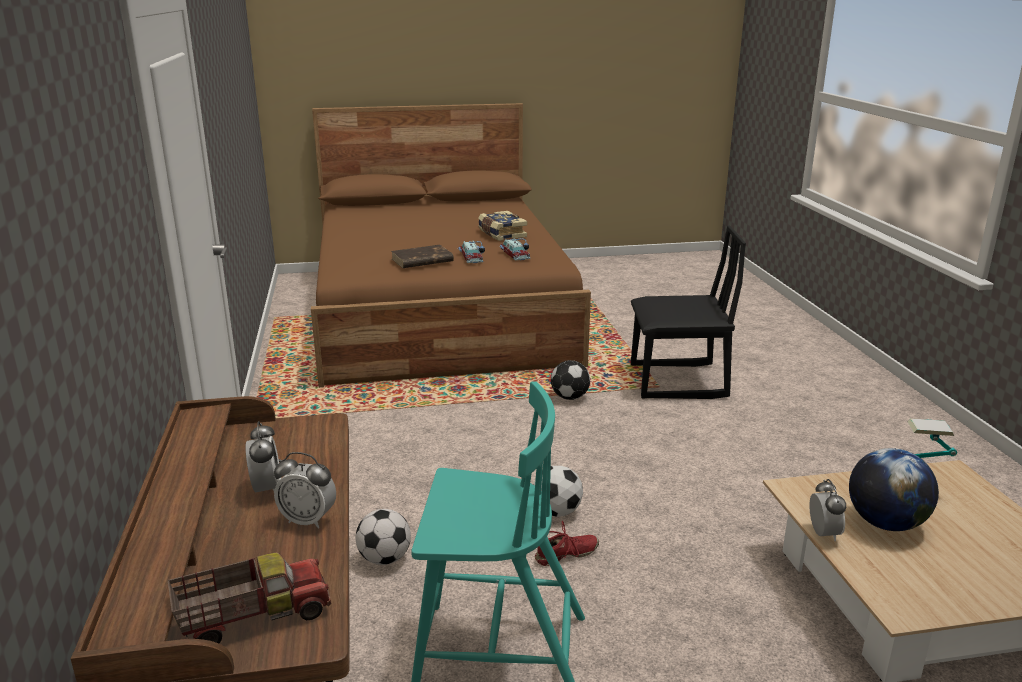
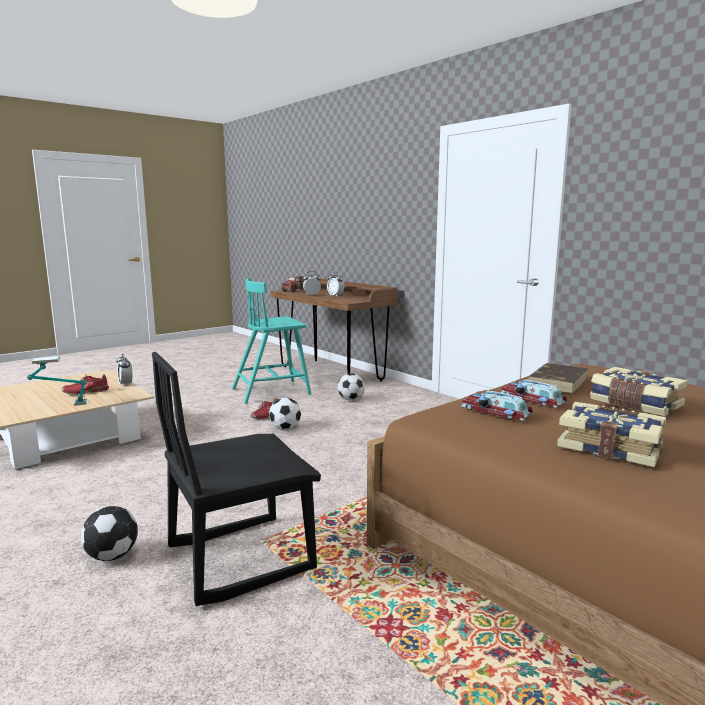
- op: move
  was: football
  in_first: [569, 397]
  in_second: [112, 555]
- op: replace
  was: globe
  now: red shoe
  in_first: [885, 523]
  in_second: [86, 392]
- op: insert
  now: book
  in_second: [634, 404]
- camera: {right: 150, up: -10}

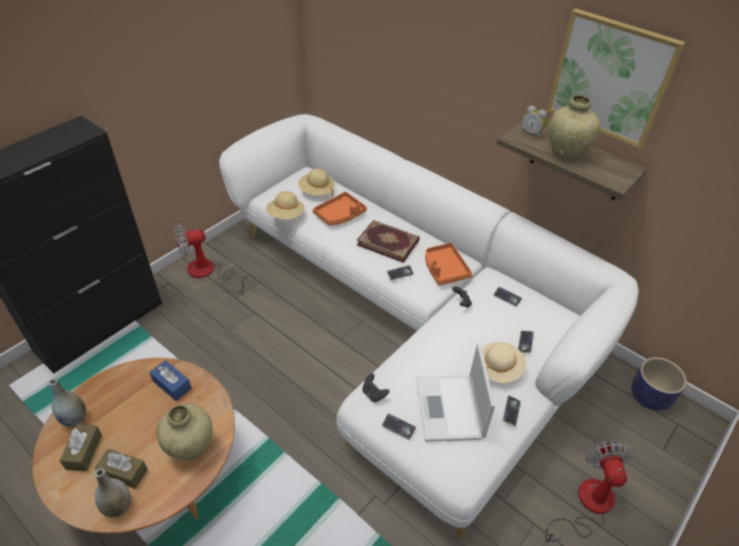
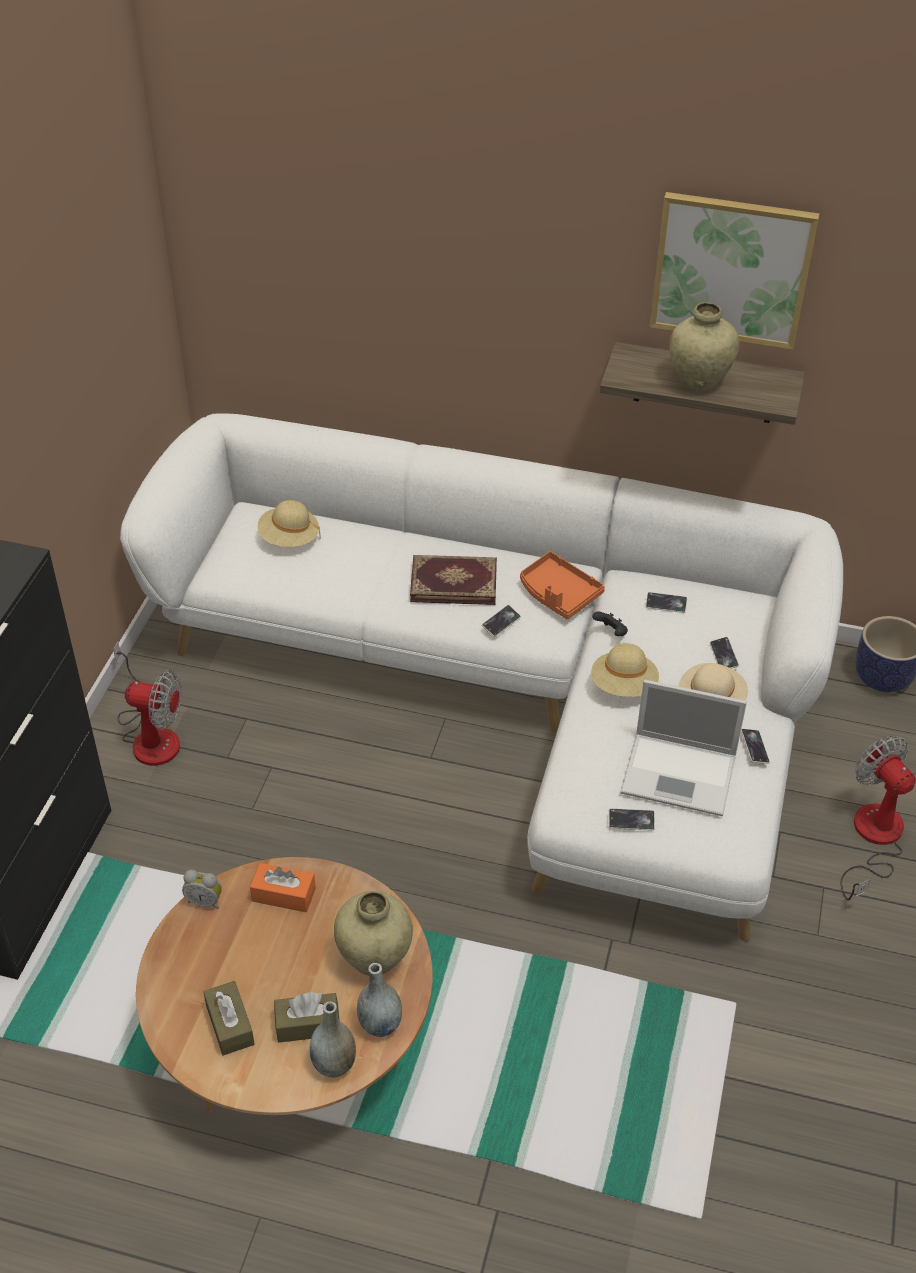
- op: move
  was: alarm clock
  in_first: [531, 133]
  in_second: [205, 901]
- op: move
  was: beige hat
  in_first: [286, 215]
  in_second: [623, 686]
- op: delete
  was: orange tray
  in_first: [340, 215]
- op: rotate
  was: fan
  in_first: [208, 272]
  in_second: [151, 735]
  clockwise: -120
- op: rotate
  was: laptop
  in_first: [450, 409]
  in_second: [681, 774]
  clockwise: -45
- op: recolor
  was: blue tissue box
  now: orange tissue box
  in_first: [172, 385]
  in_second: [283, 895]
- op: delete
  was: black game controller
  in_first: [374, 394]
- op: move
  was: grey vase
  in_first: [75, 419]
  in_second: [380, 1025]
- camera: {right: -25, up: 0}

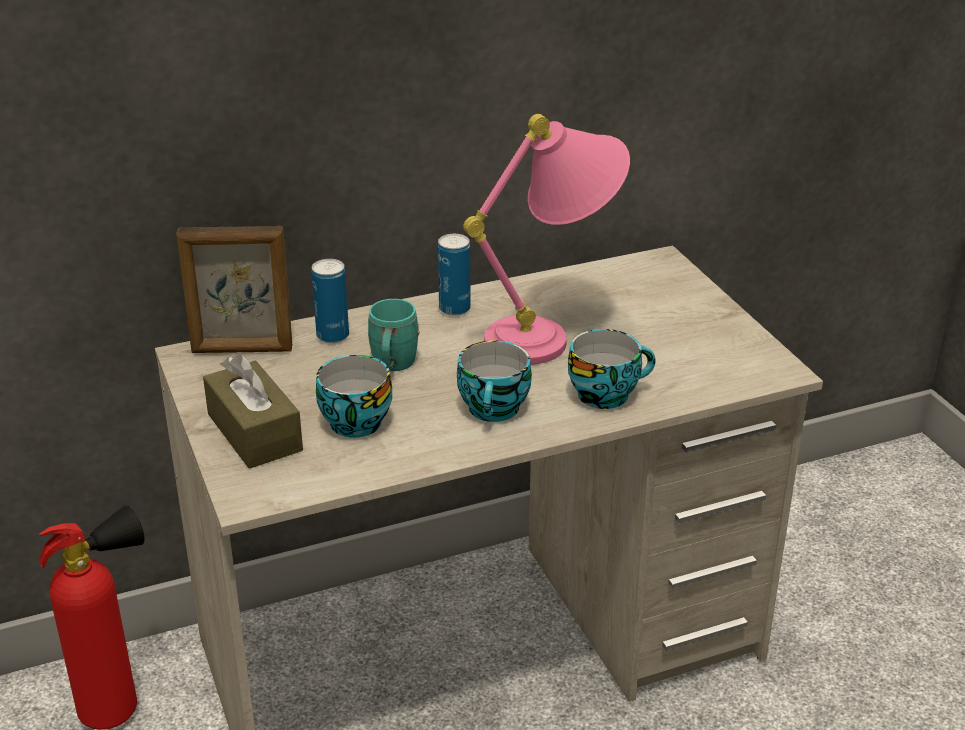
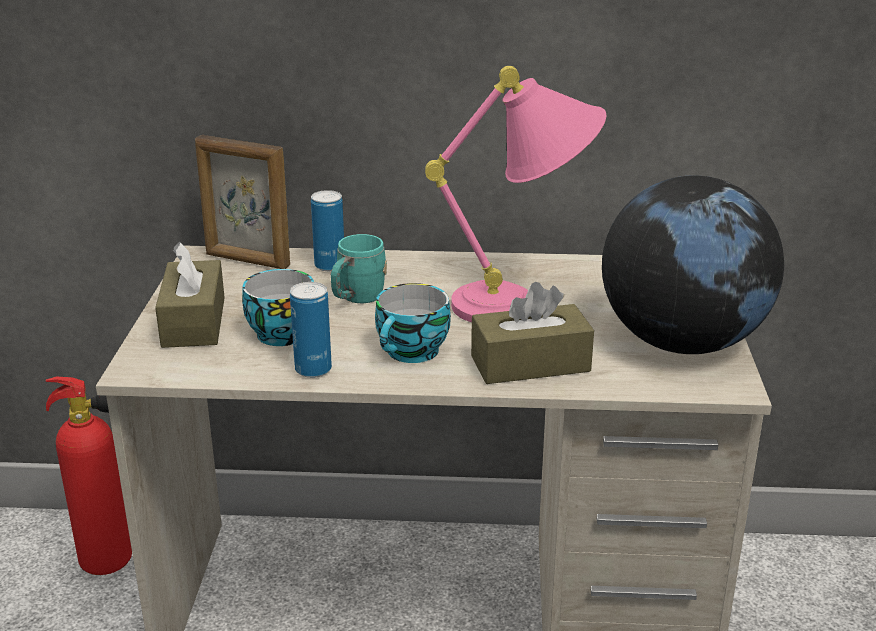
- op: move
  was: can
  in_first: [454, 309]
  in_second: [313, 370]
- op: replace
  was: cup
  now: brown tissue box
  in_first: [606, 393]
  in_second: [530, 364]
- op: insert
  now: globe
  in_second: [682, 343]
- camera: {right: 25, up: -5}

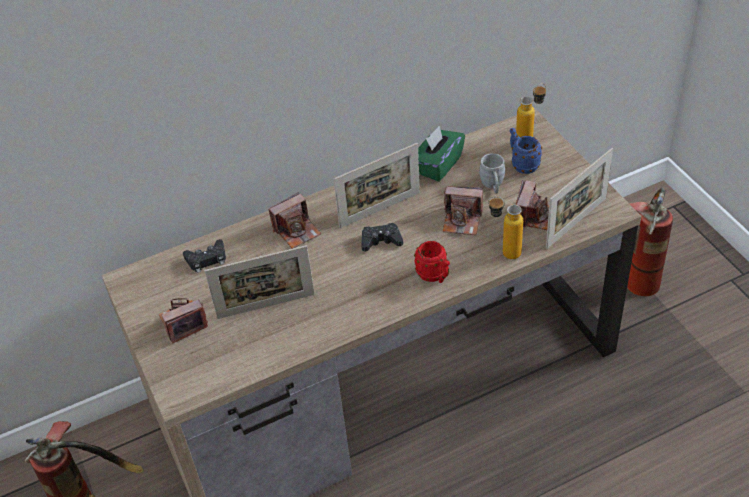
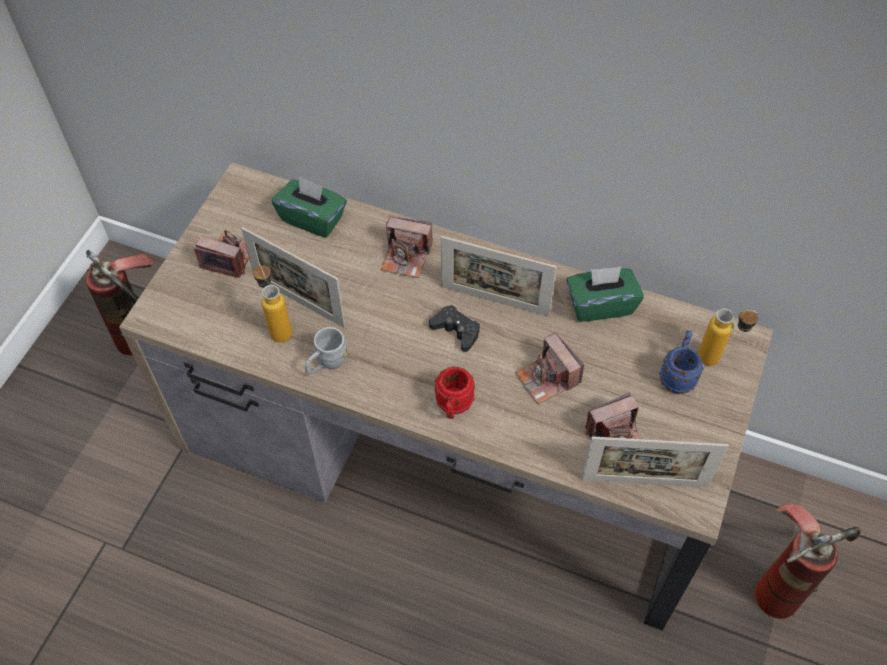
- op: move
  was: grey mug
  in_first: [493, 186]
  in_second: [326, 364]
- op: move
  was: bottle
  in_first: [504, 252]
  in_second: [277, 327]
- op: replace
  was: black game controller
  now: green tissue box
  in_first: [207, 259]
  in_second: [312, 219]
- camera: {right: 45, up: 10}

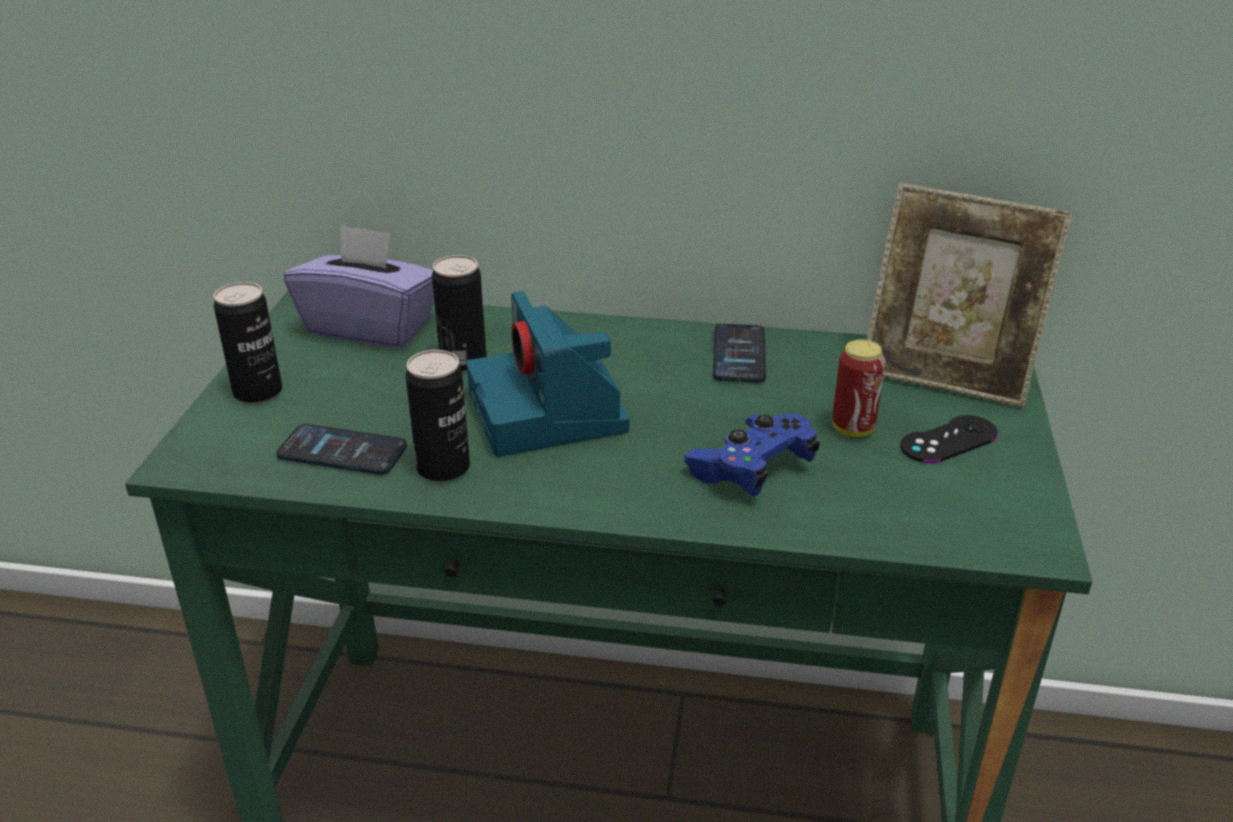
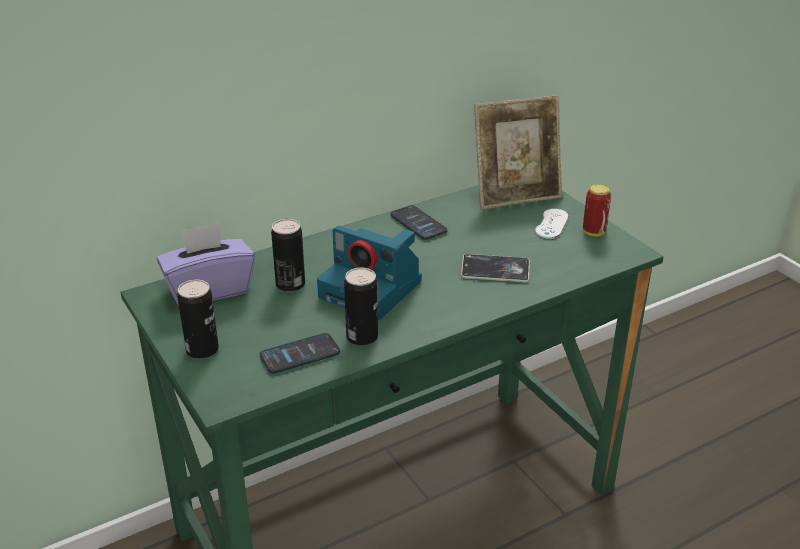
- op: move
  was: can
  in_first: [852, 428]
  in_second: [593, 232]
- op: replace
  was: blue game controller
  now: phone
  in_first: [752, 469]
  in_second: [495, 272]
- op: recolor
  was: black game controller
  now: white game controller
  in_first: [948, 440]
  in_second: [551, 224]
- camera: {right: -40, up: 0}

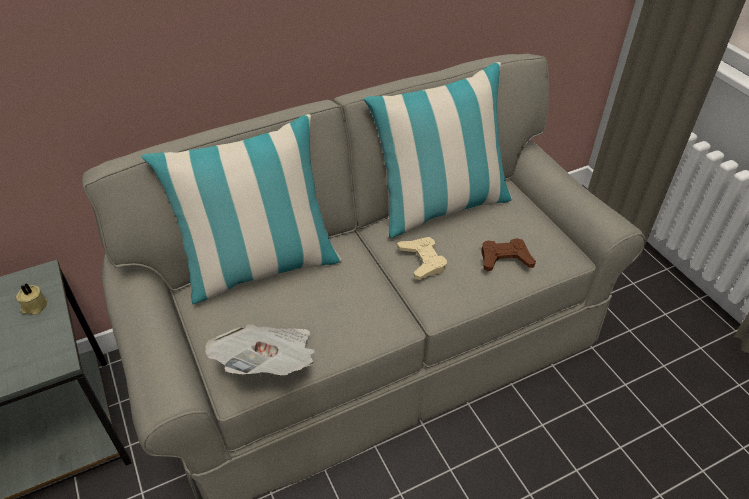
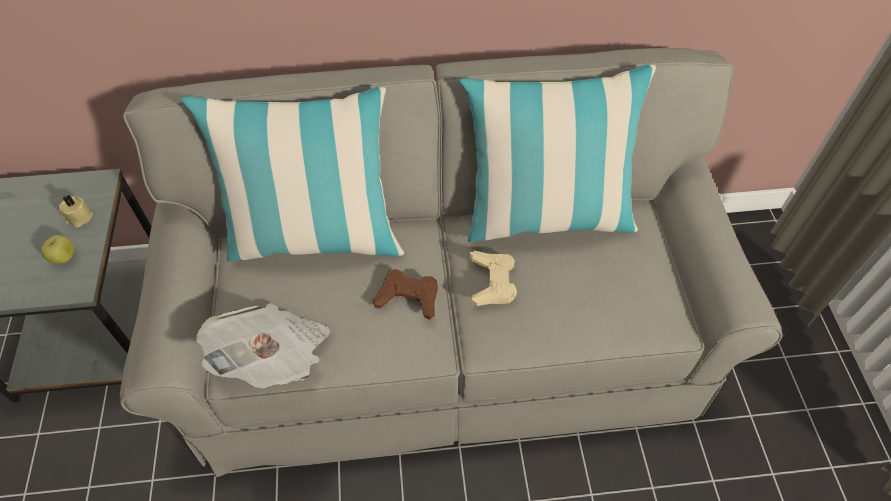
- op: move
  was: brown game controller
  in_first: [505, 259]
  in_second: [408, 297]
- op: insert
  now: apple
  in_second: [64, 257]
- camera: {right: 20, up: 10}

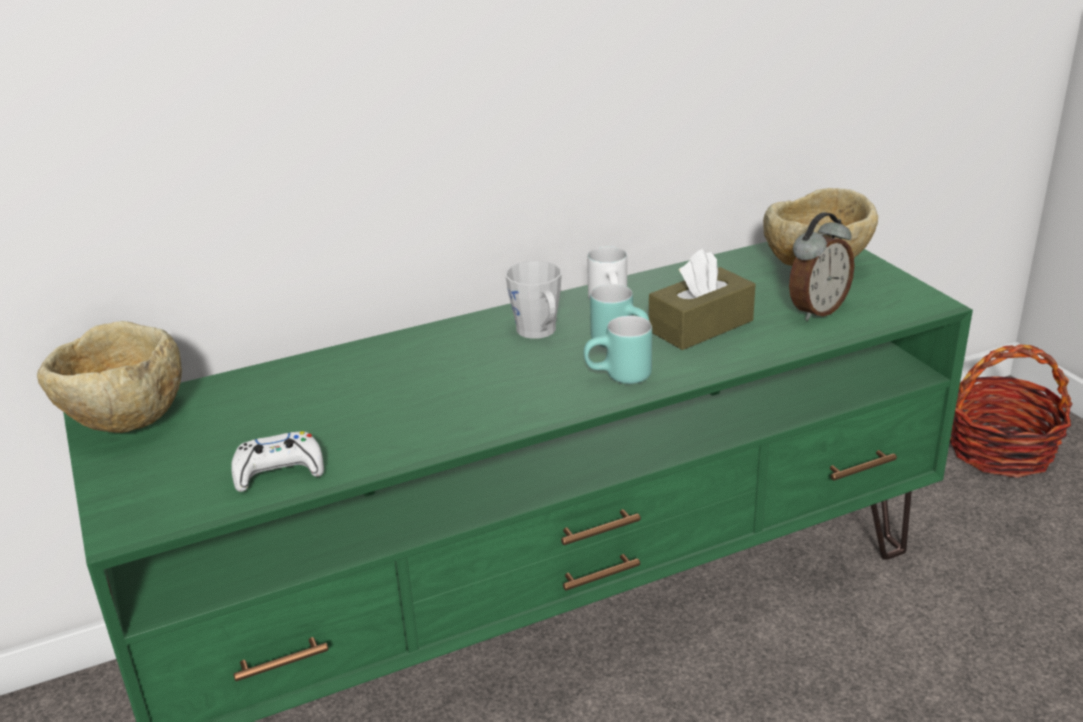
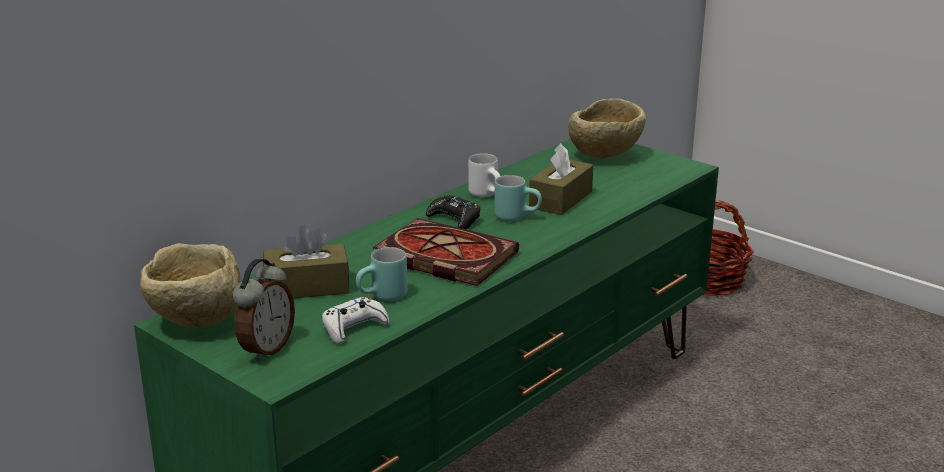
- op: move
  was: alarm clock
  in_first: [816, 310]
  in_second: [266, 349]
- op: replace
  was: grey mug
  now: black game controller
  in_first: [539, 332]
  in_second: [454, 219]
- op: move
  was: turquoise mug
  in_first: [619, 378]
  in_second: [383, 298]
- op: insert
  now: book
  in_second: [441, 257]
- op: insert
  now: brown tissue box
  in_second: [307, 287]
- camera: {right: -25, up: -5}

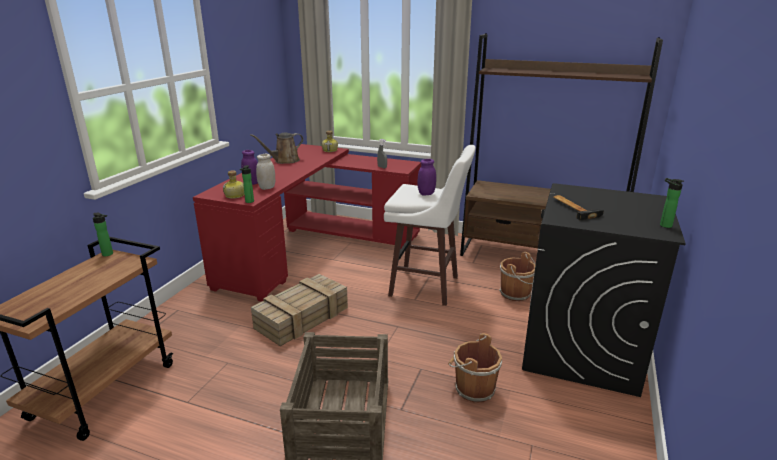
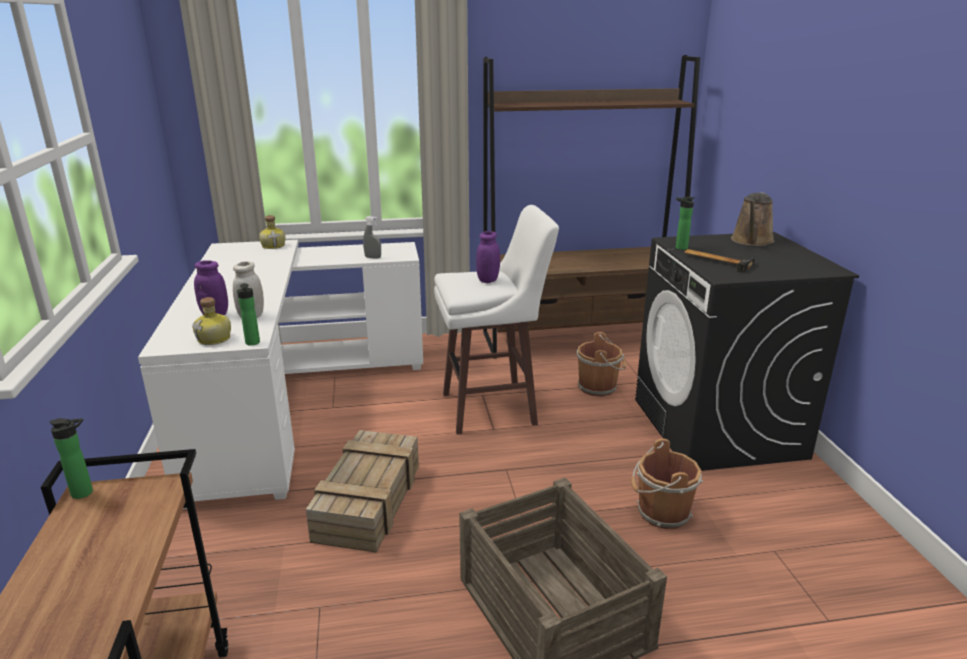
- op: move
  was: brown watering can
  in_first: [284, 161]
  in_second: [751, 241]
- op: recolor
  was: red desk
  now: white desk
  in_first: [313, 248]
  in_second: [288, 400]
- op: move
  was: bottle
  in_first: [663, 225]
  in_second: [679, 248]
- camera: {right: -30, up: 0}

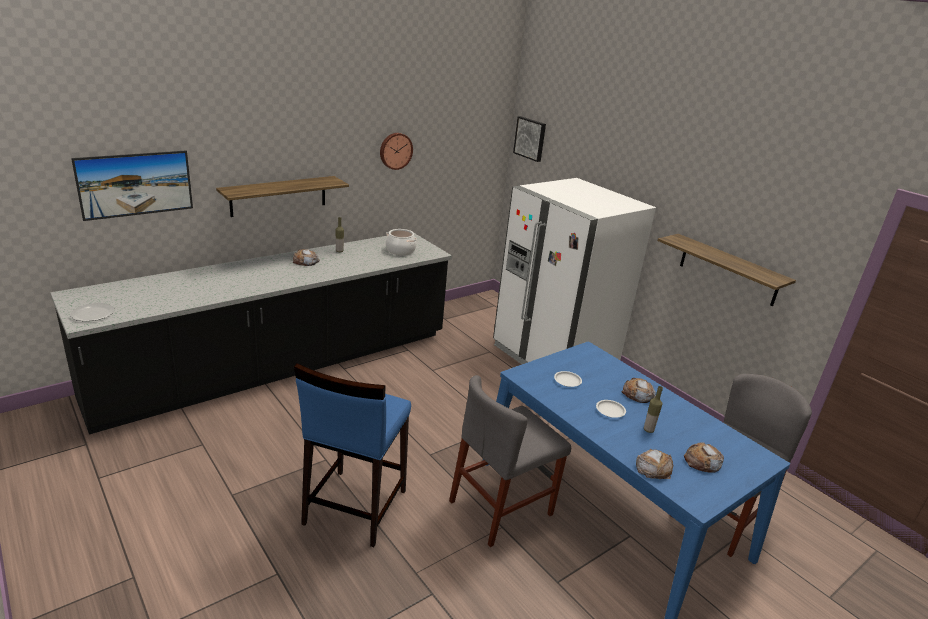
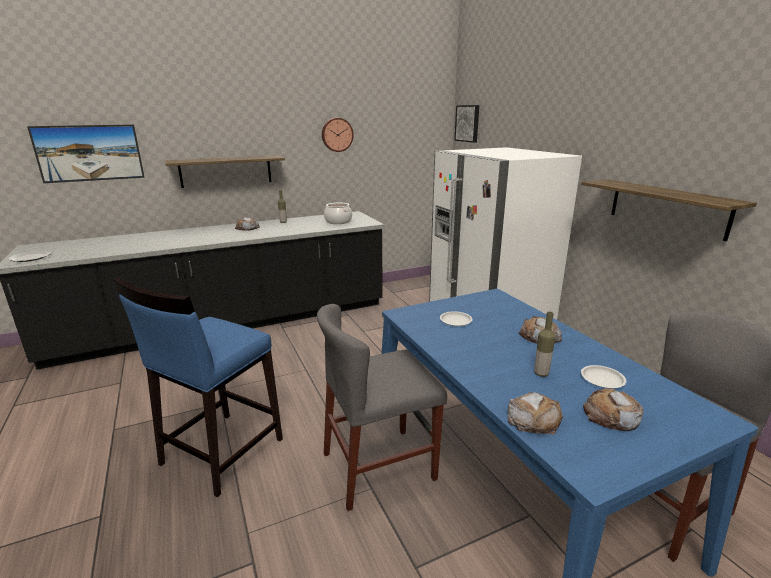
- op: move
  was: white plate
  in_first: [610, 410]
  in_second: [602, 379]
- camera: {right: 15, up: -5}

